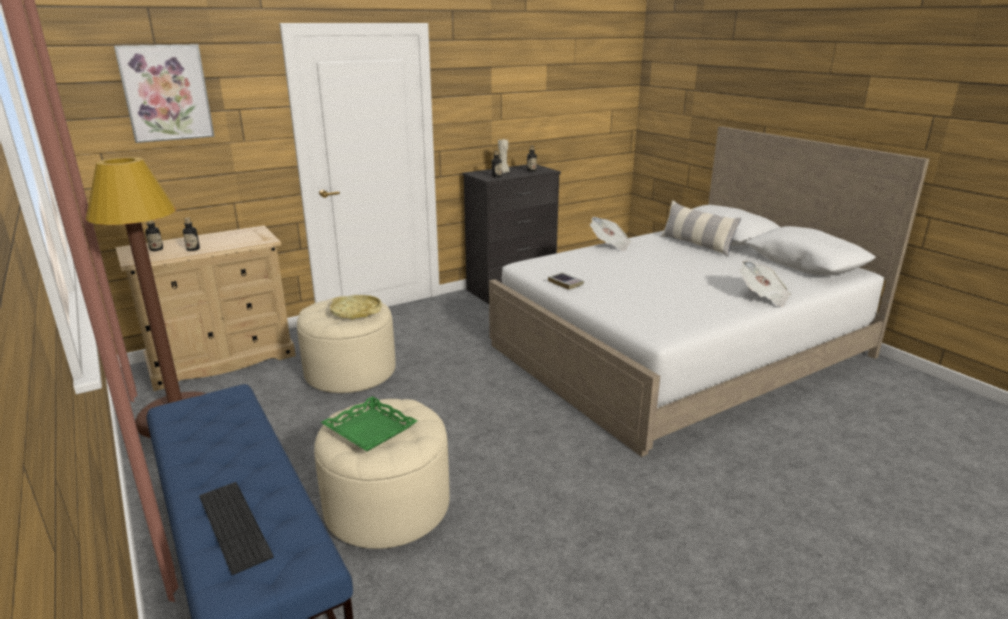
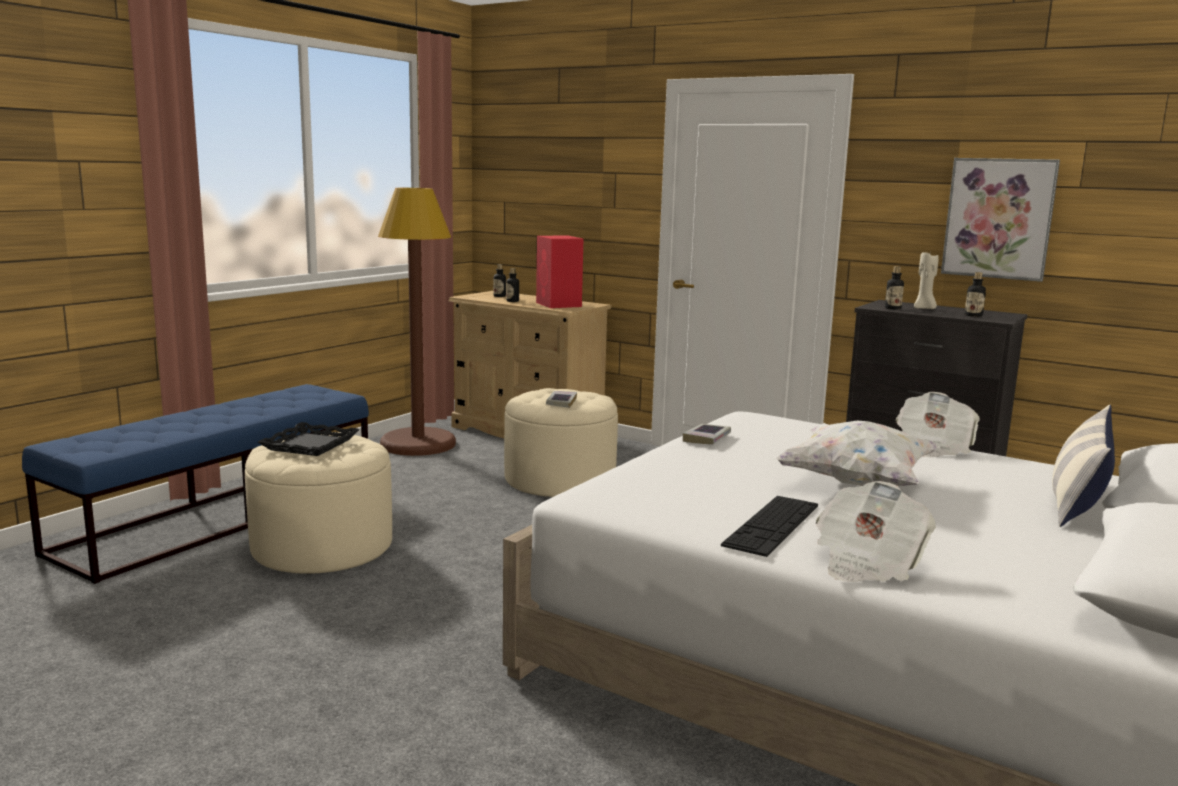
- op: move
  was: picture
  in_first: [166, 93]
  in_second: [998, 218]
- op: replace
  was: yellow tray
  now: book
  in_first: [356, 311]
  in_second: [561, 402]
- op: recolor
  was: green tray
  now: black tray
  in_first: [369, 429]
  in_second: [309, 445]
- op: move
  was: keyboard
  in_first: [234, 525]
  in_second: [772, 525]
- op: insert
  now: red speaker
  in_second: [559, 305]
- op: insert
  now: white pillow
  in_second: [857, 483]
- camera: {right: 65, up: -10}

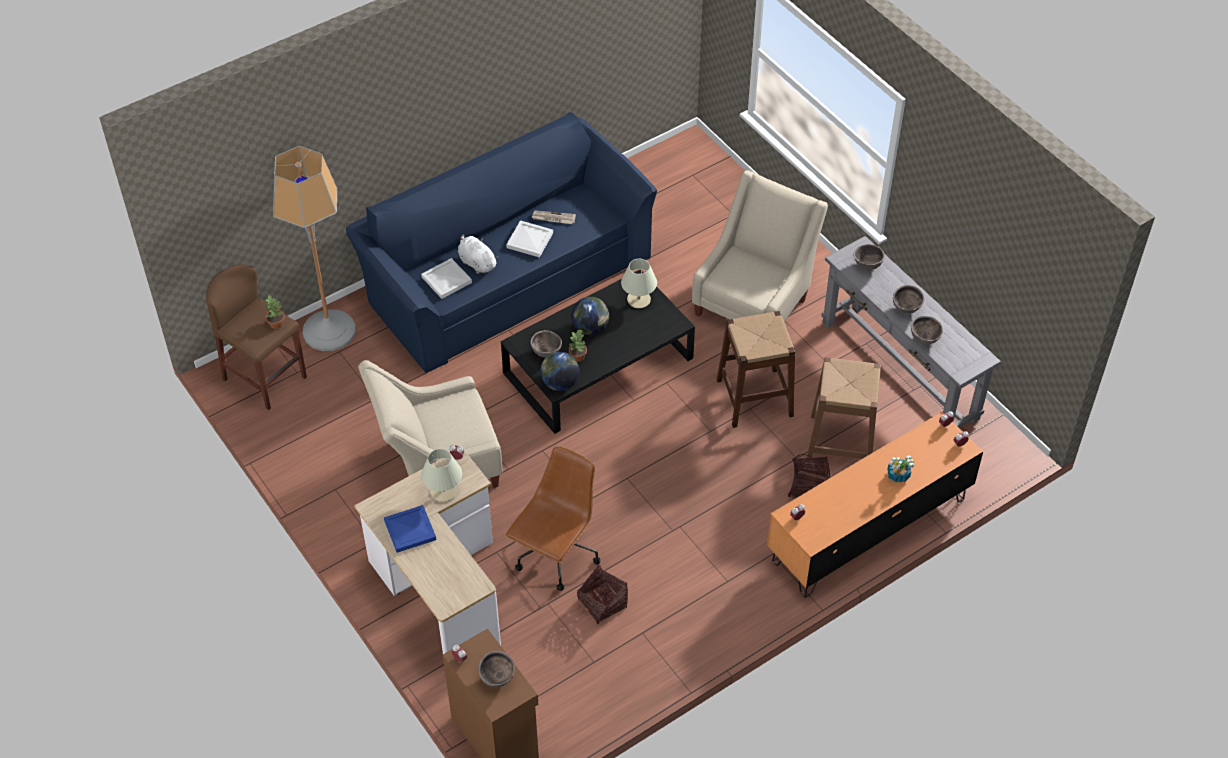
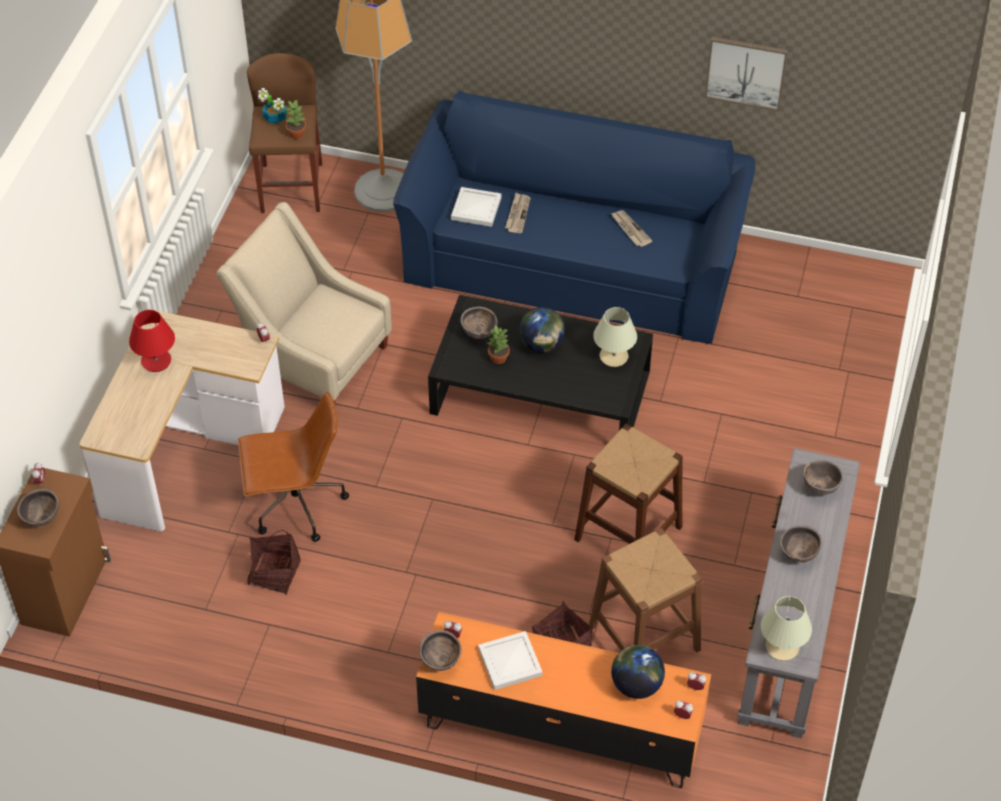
- op: delete
  was: beige armchair
  in_first: [754, 302]
- op: move
  was: white tray
  in_first: [529, 240]
  in_second: [510, 661]
- op: replace
  was: white plush toy
  now: newspaper
  in_first: [476, 262]
  in_second: [517, 214]
- op: move
  was: brown bowl
  in_first: [924, 340]
  in_second: [440, 661]
- op: move
  was: globe
  in_first: [560, 383]
  in_second: [636, 685]
- op: move
  was: beige table lamp
  in_first: [444, 491]
  in_second: [782, 647]
- op: move
  was: potted plant
  in_first: [898, 475]
  in_second: [275, 118]
- op: replace
  was: blue tray
  now: red table lamp
  in_first: [410, 529]
  in_second: [156, 361]
- op: insert
  now: picture
  in_second: [746, 72]
- camera: {right: 50, up: 0}

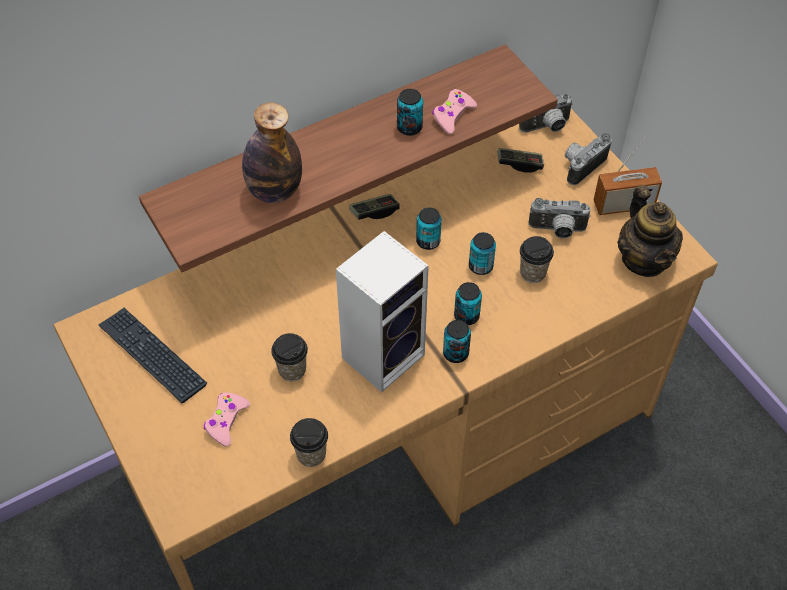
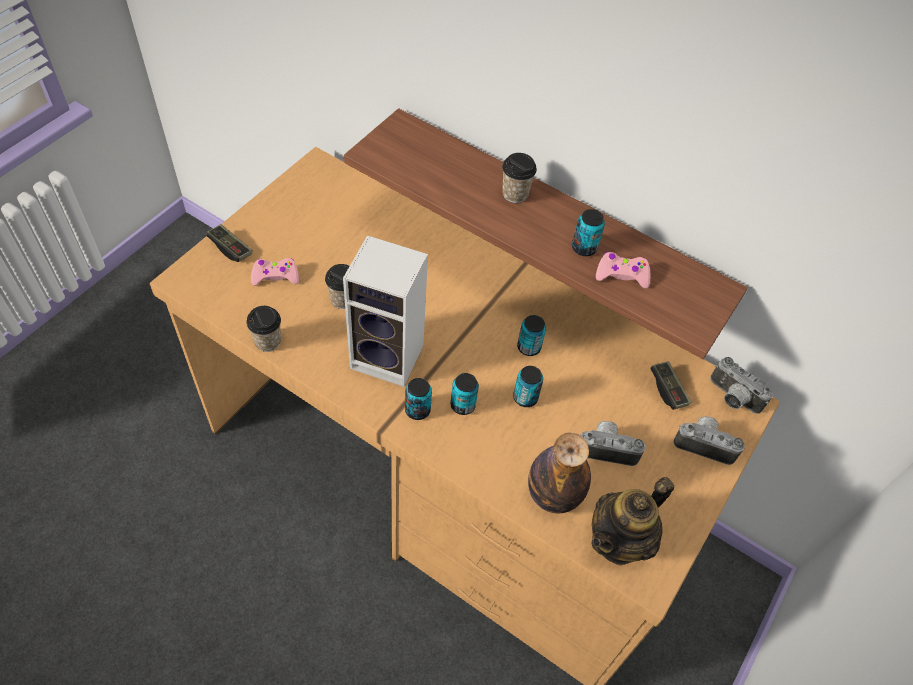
- op: move
  was: bottle
  in_first: [274, 191]
  in_second: [553, 495]
- op: delete
  was: radio
  in_first: [623, 205]
- op: move
  was: game controller
  in_first: [374, 212]
  in_second: [230, 248]
- op: rotate
  was: photo camera
  in_first: [557, 231]
  in_second: [607, 448]
  clockwise: 120
- op: move
  was: cup
  in_first: [532, 273]
  in_second: [515, 194]
- op: delete
  was: keyboard
  in_first: [152, 355]
- camera: {right: 60, up: 0}

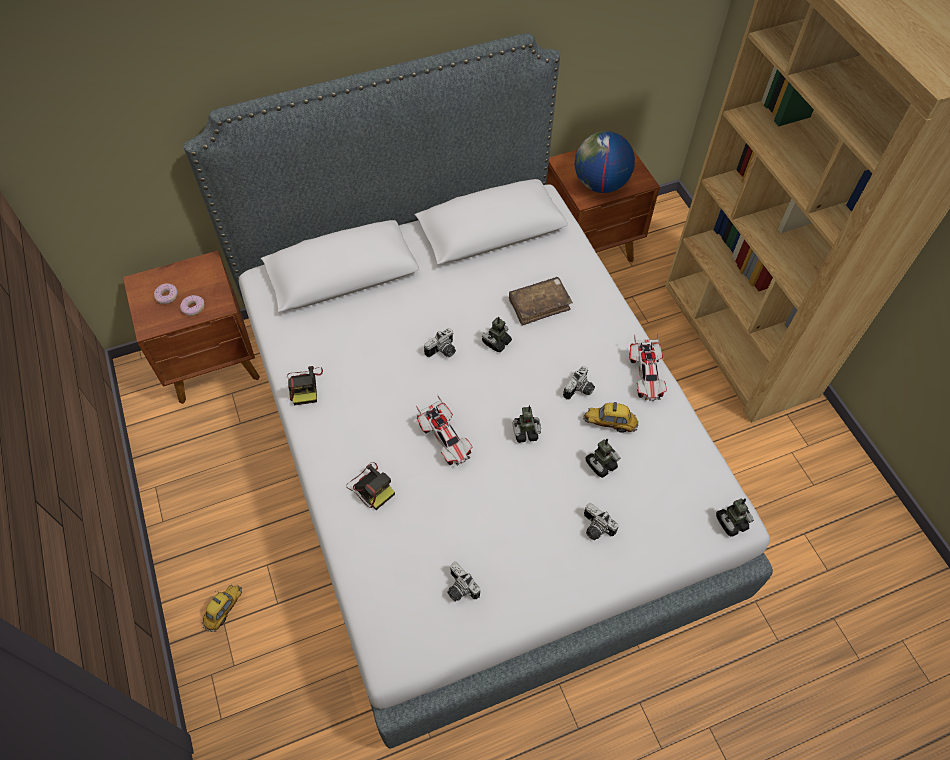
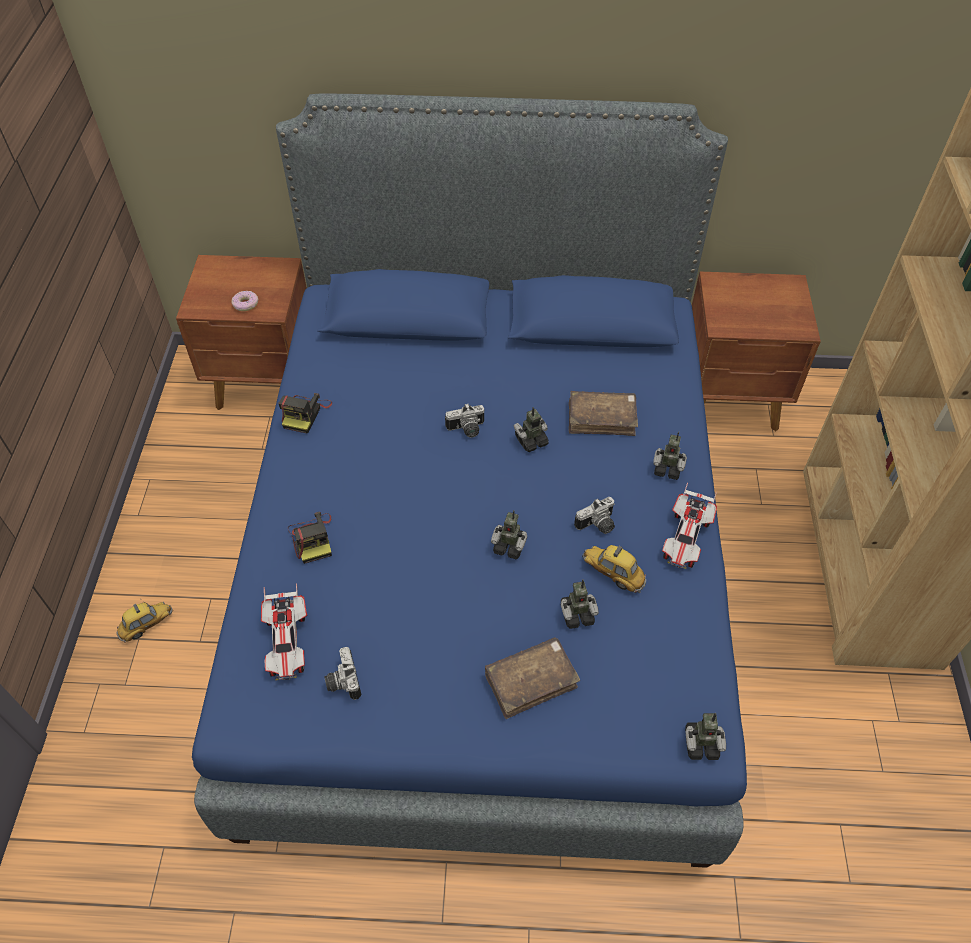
- op: recolor
  was: grey bed
  now: blue bed
  in_first: [473, 450]
  in_second: [484, 567]
- op: delete
  was: globe
  in_first: [600, 184]
- op: delete
  was: donut
  in_first: [167, 296]
- op: move
  was: toy car
  in_first: [445, 439]
  in_second: [287, 642]
- op: replace
  was: photo camera
  now: brown book
  in_first: [595, 528]
  in_second: [531, 681]
- op: insert
  now: toy robot
  in_second: [667, 468]
- camera: {right: 25, up: -5}

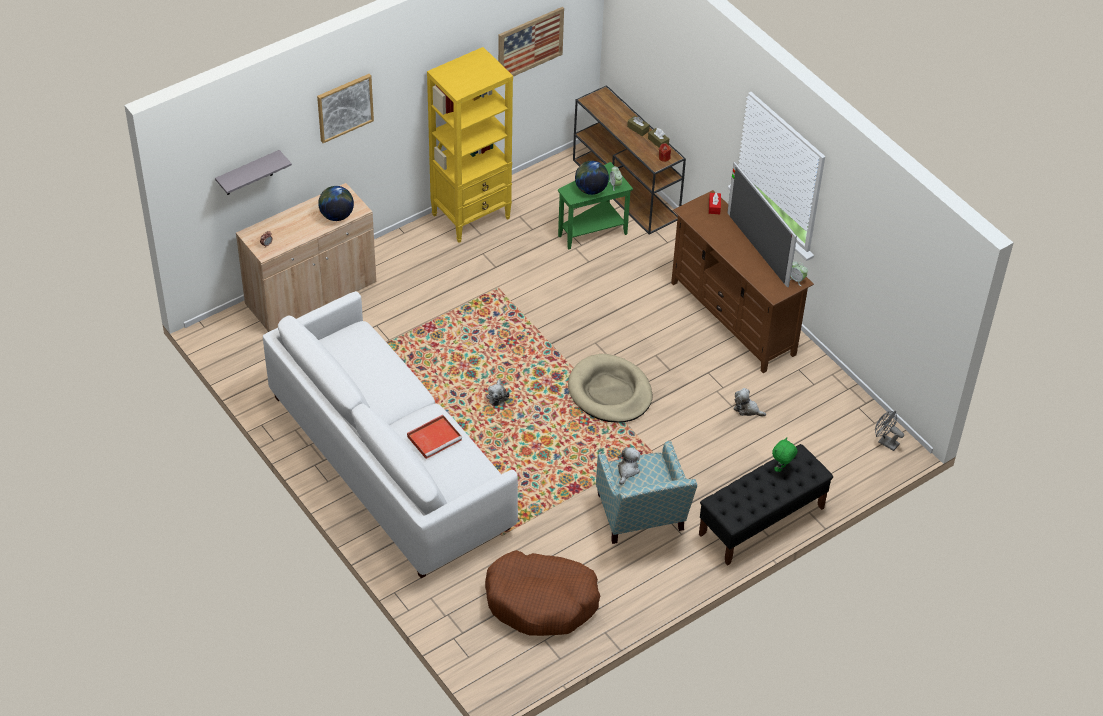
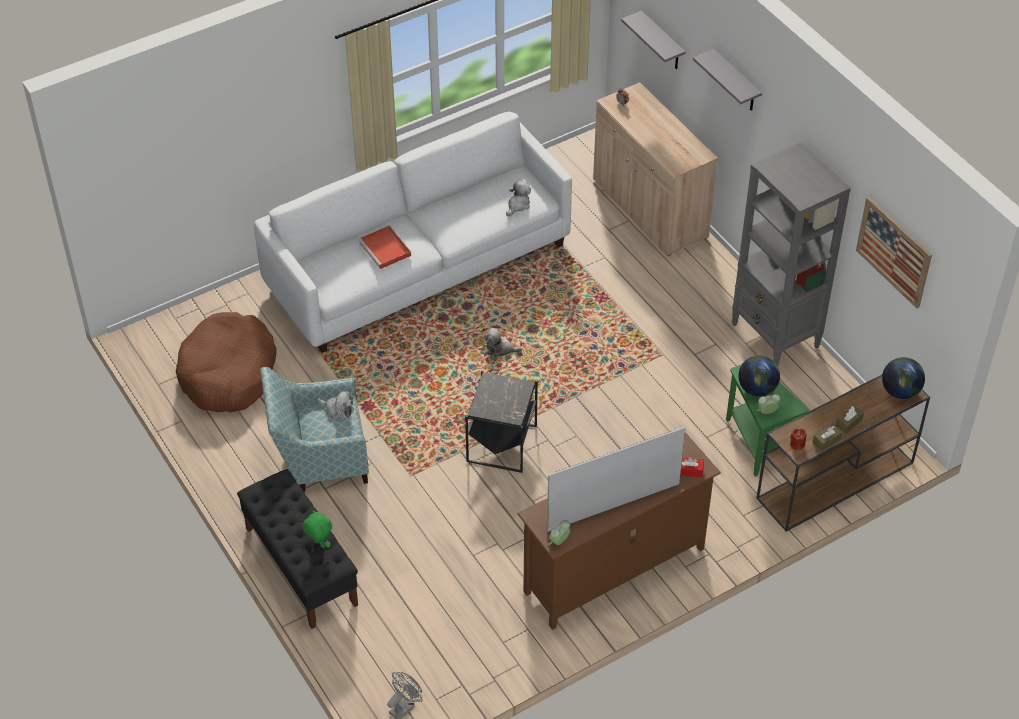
- op: recolor
  was: yellow bookcase
  now: grey bookcase
  in_first: [471, 216]
  in_second: [775, 336]
- op: replace
  was: picture
  now: grey shelf
  in_first: [344, 107]
  in_second: [736, 82]
- op: move
  was: globe
  in_first: [336, 215]
  in_second: [900, 391]
- op: replace
  was: beige dog bed
  now: black side table
  in_first: [610, 392]
  in_second: [501, 444]
- op: move
  was: plush toy
  in_first: [747, 409]
  in_second: [518, 205]
- camera: {right: 95, up: 0}

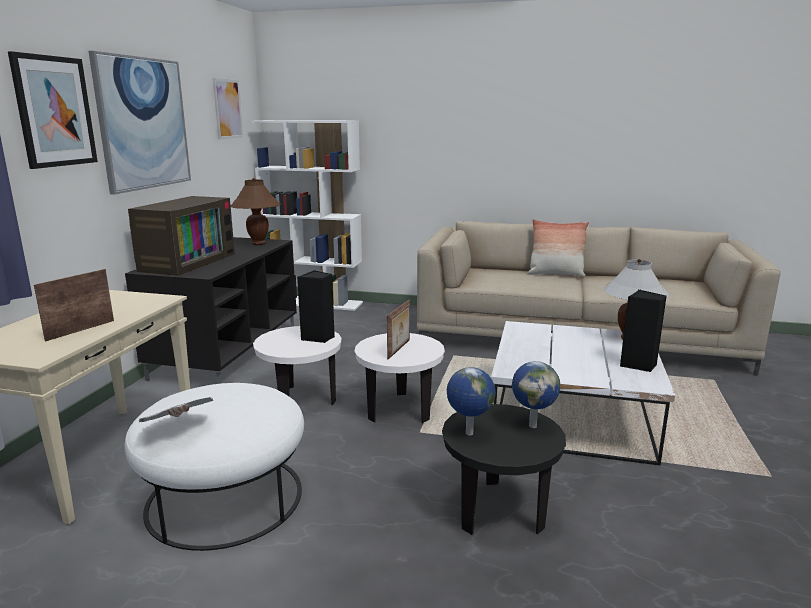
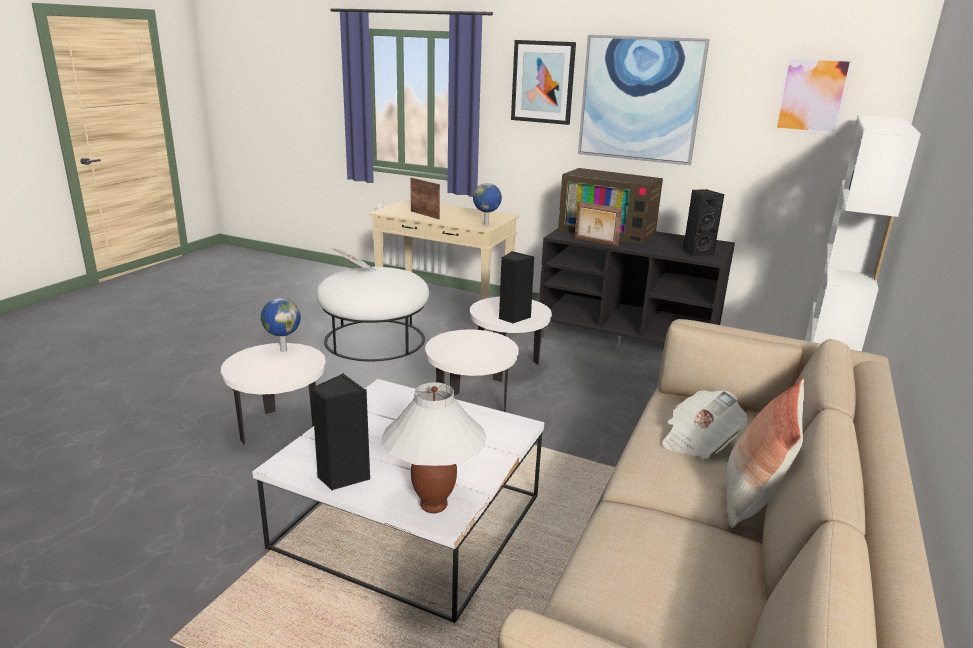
- op: replace
  was: brown table lamp
  now: black speaker
  in_first: [258, 243]
  in_second: [696, 252]
- op: move
  was: picture frame
  in_first: [399, 349]
  in_second: [595, 242]
- op: move
  was: globe
  in_first: [533, 425]
  in_second: [486, 225]
- op: recolor
  was: black side table
  now: white side table
  in_first: [498, 510]
  in_second: [280, 429]
- op: insert
  now: newspaper
  in_second: [698, 441]
- camera: {right: 100, up: 5}

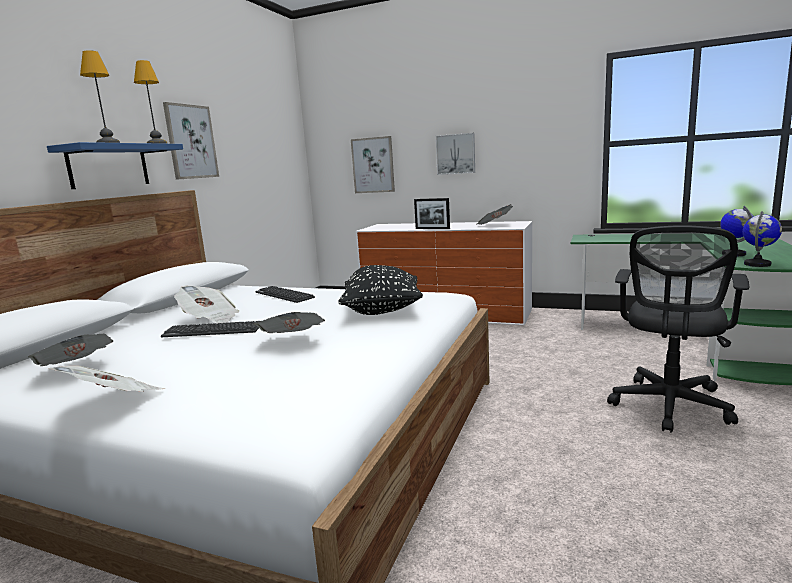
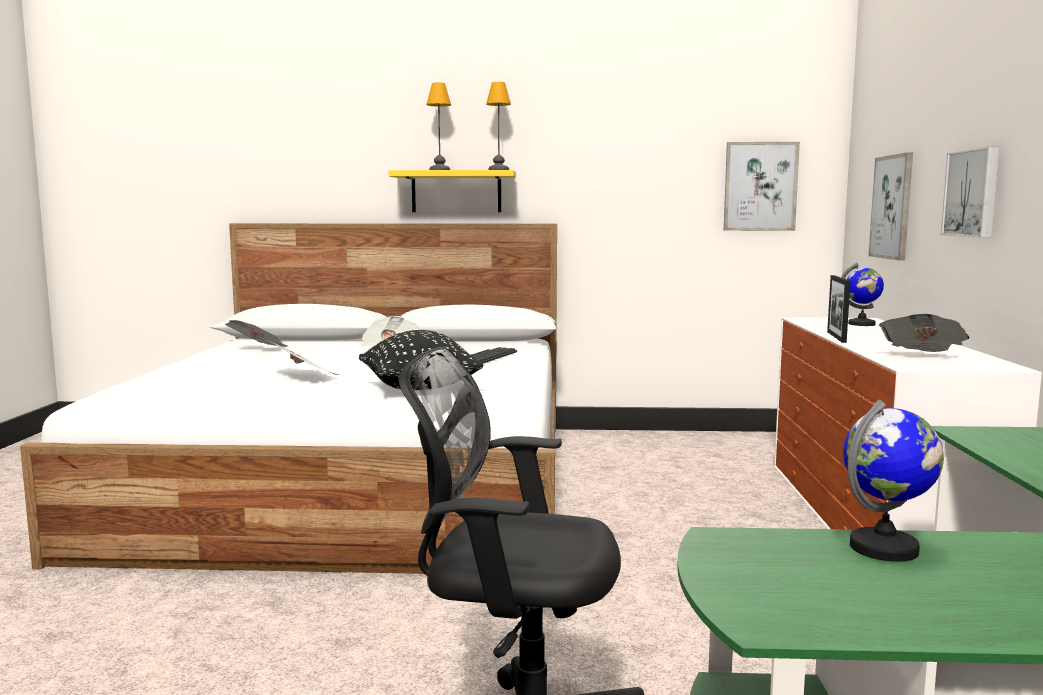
- op: move
  was: picture
  in_first: [191, 142]
  in_second: [760, 186]
- op: recolor
  was: blue shelf
  now: yellow shelf
  in_first: [109, 166]
  in_second: [456, 192]
- op: move
  was: globe
  in_first: [757, 264]
  in_second: [861, 324]
- op: delete
  was: keyboard
  in_first: [213, 331]
- op: delete
  was: newspaper
  in_first: [115, 401]
- camera: {right: 70, up: -5}

